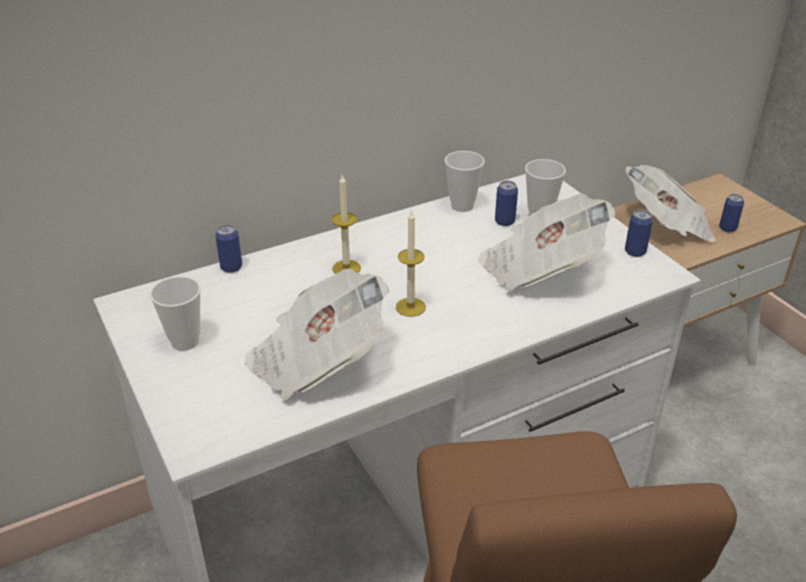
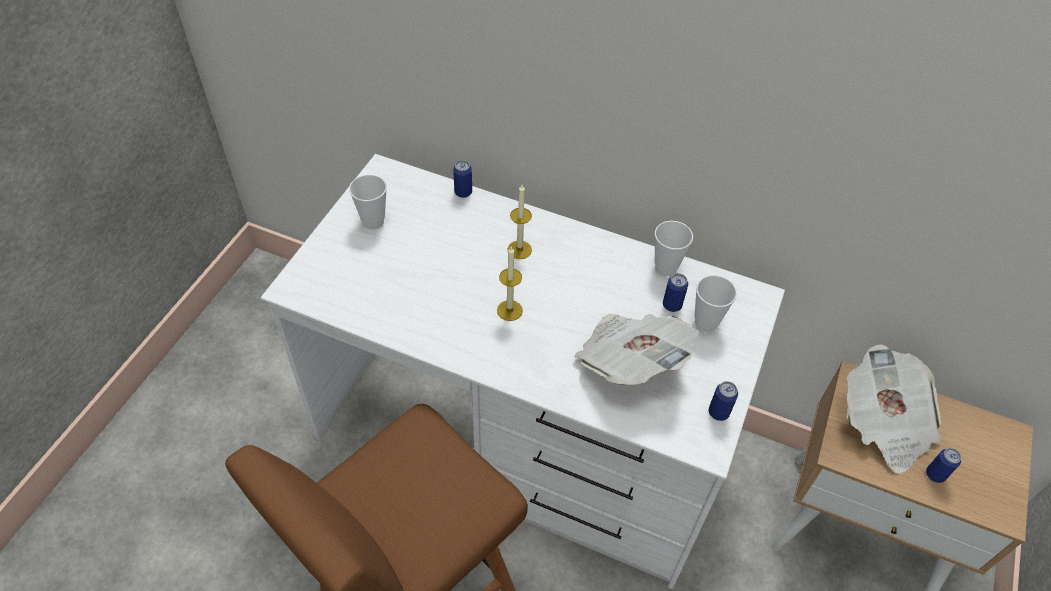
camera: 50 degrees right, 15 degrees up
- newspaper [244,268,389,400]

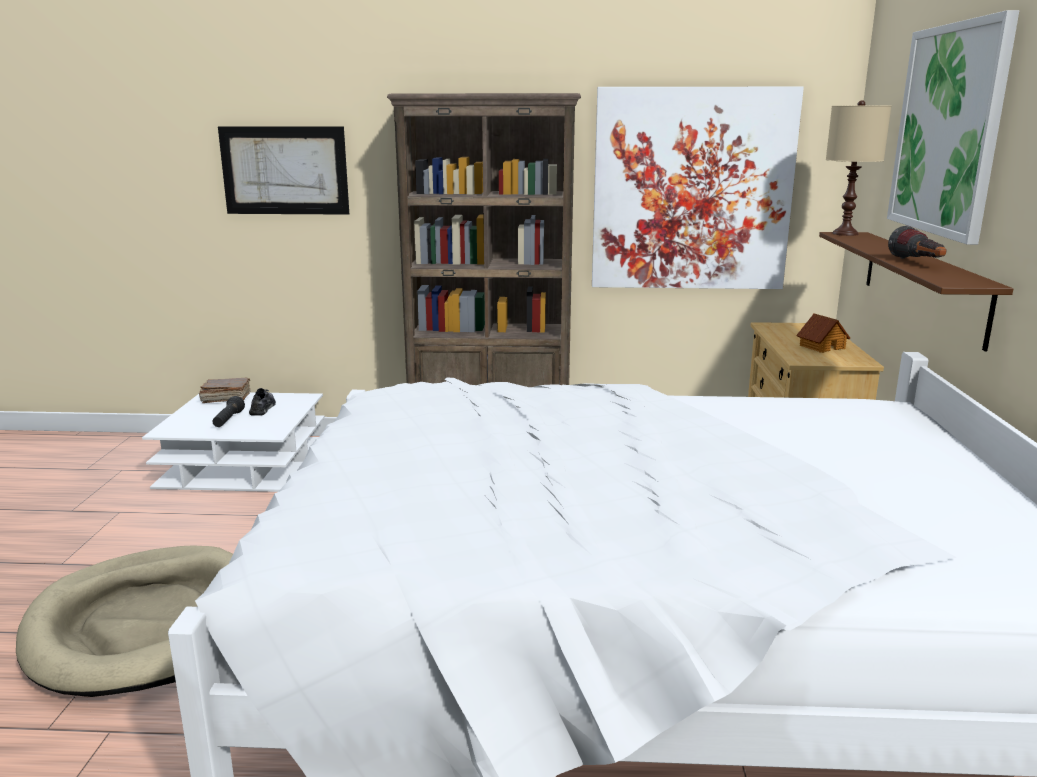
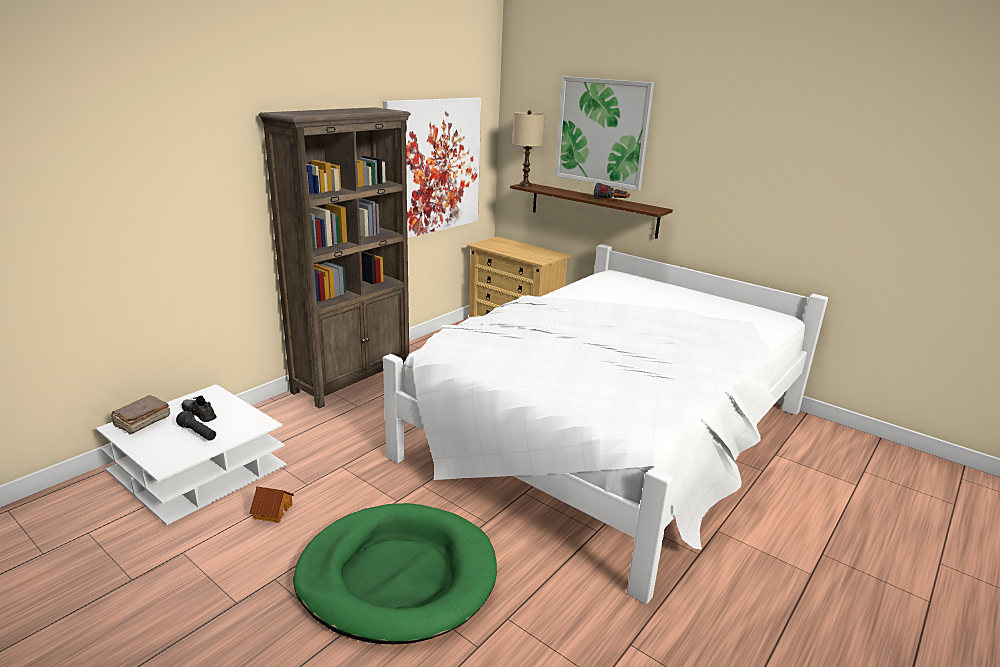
camera: 55 degrees left, 5 degrees up
~ toy house [796,313,850,353] to [249,486,294,523]
~ beige dog bed [16,546,233,697] to green dog bed [293,503,497,644]
- picture [218,126,349,215]

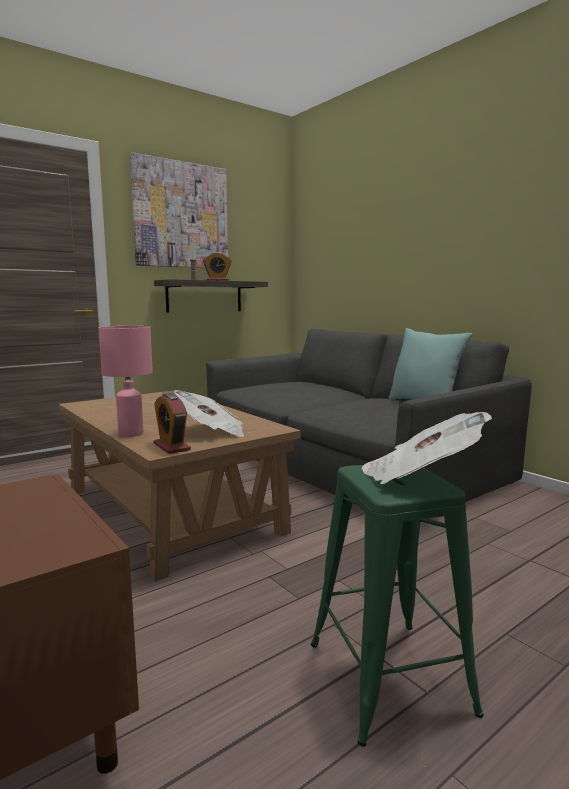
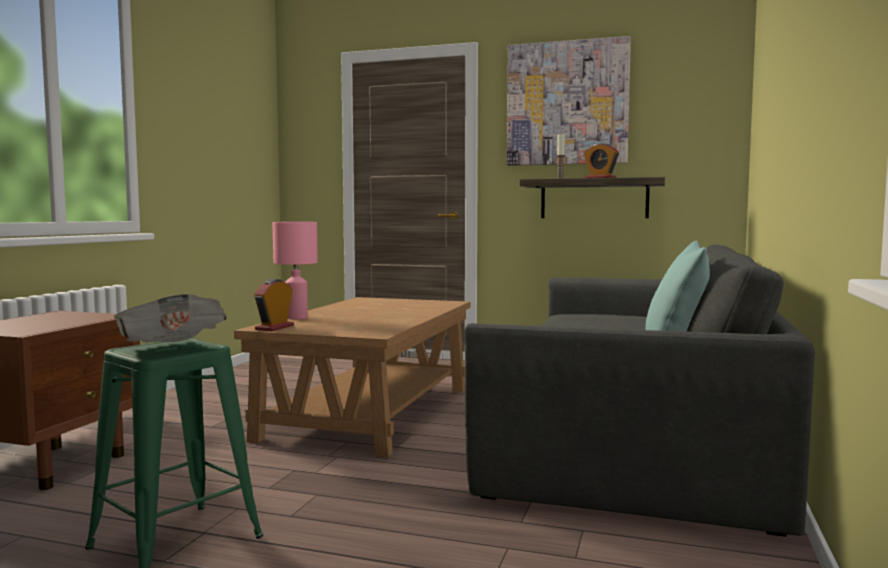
camera: 55 degrees right, 5 degrees down
- newspaper [174,390,244,437]

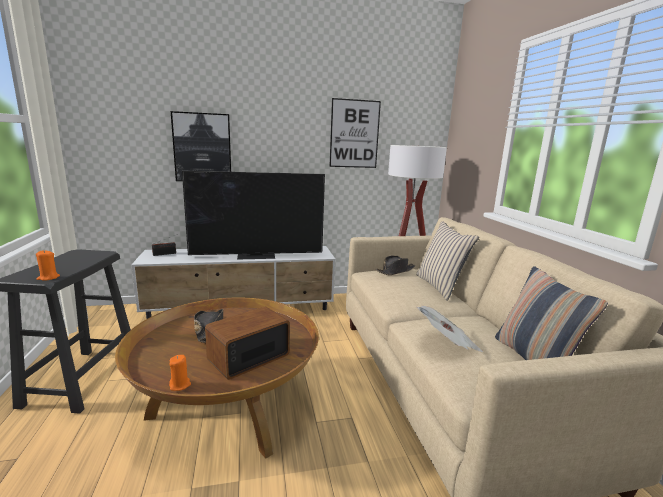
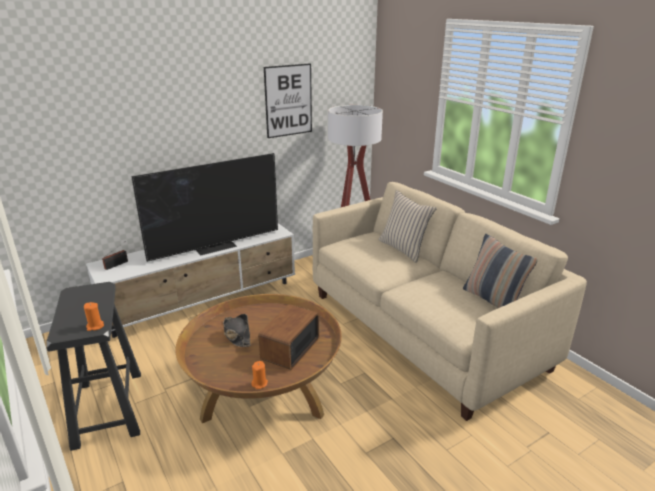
camera: 20 degrees left, 10 degrees up
- picture [171,111,231,181]
- black hat [376,255,415,275]
- newspaper [416,306,483,352]

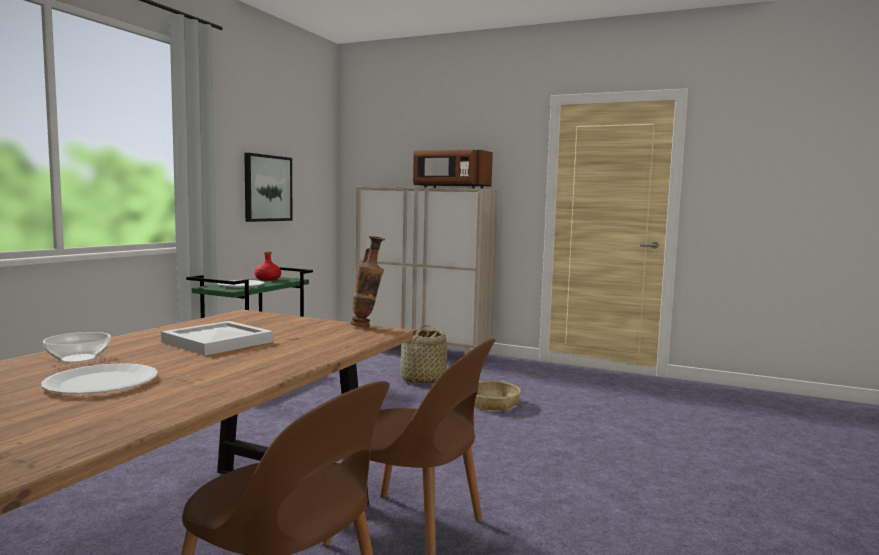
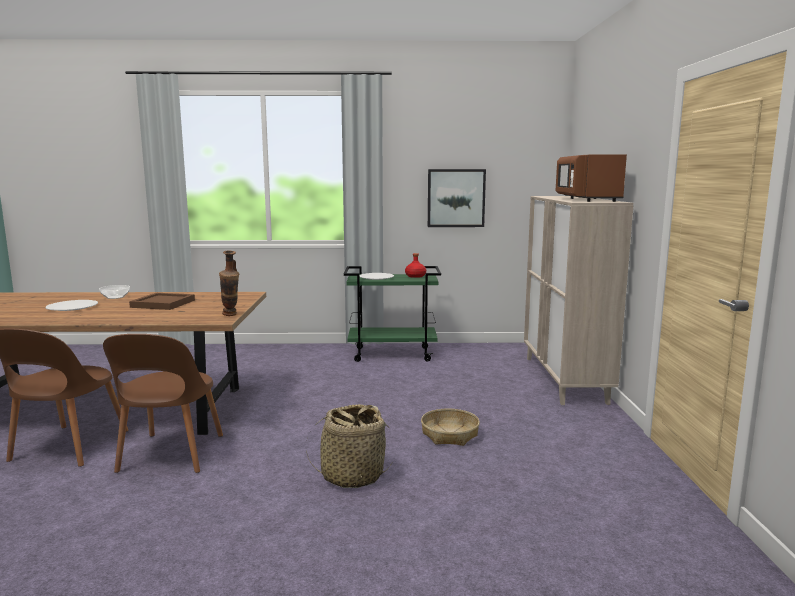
camera: 65 degrees right, 5 degrees up
~ white tray [161,321,273,356] to brown tray [129,293,195,310]
~ basket [401,325,447,384] to [306,404,393,488]

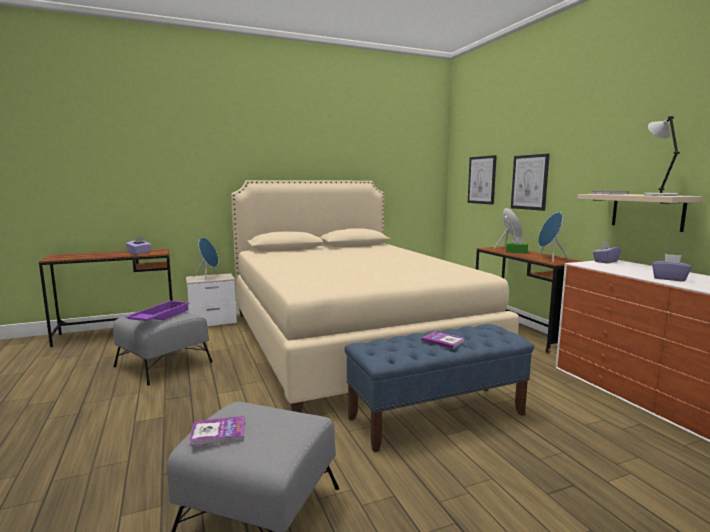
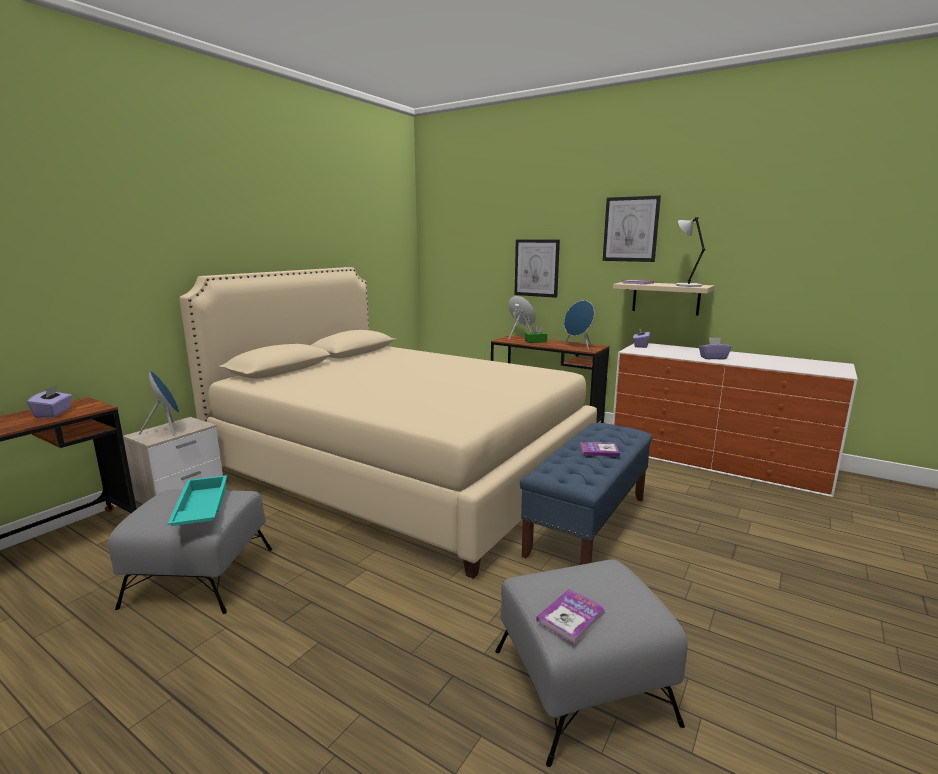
camera: 35 degrees left, 5 degrees up
~ purple tray [125,301,190,321] to turquoise tray [167,475,227,526]
~ picture [468,155,497,205] to [603,195,661,262]

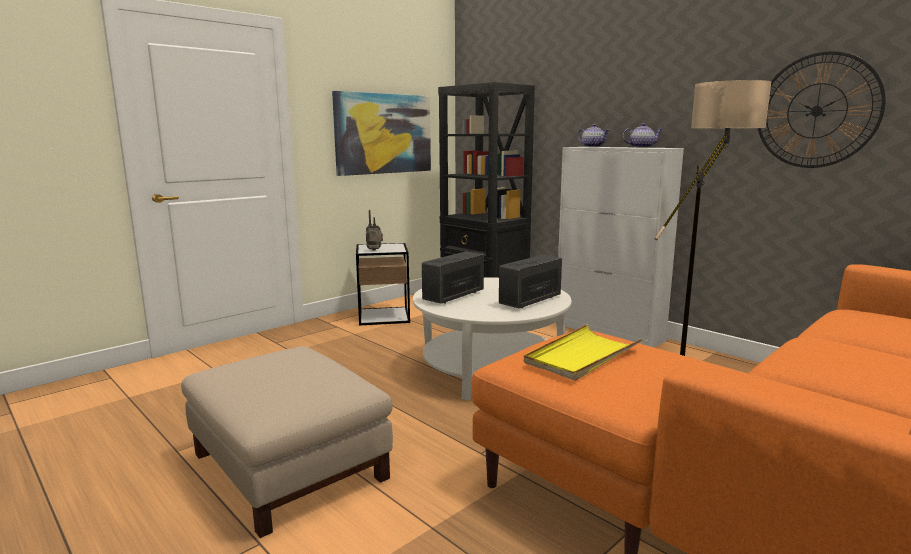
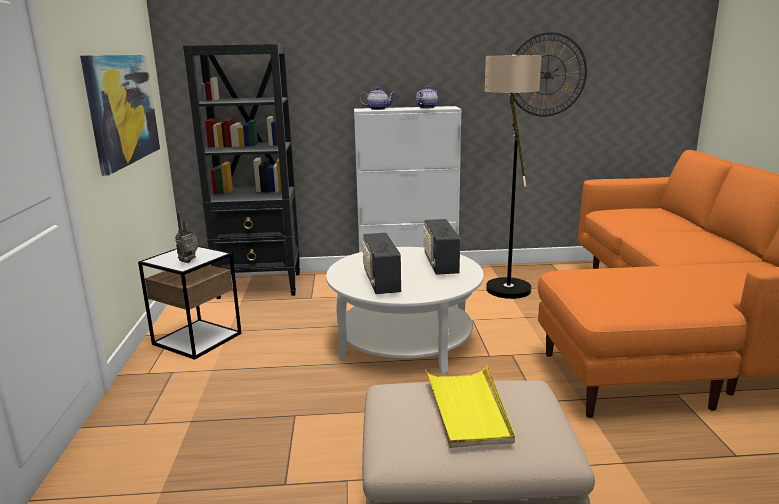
camera: 50 degrees left, 5 degrees up
~ yellow tray [524,324,642,381] to [425,365,515,448]

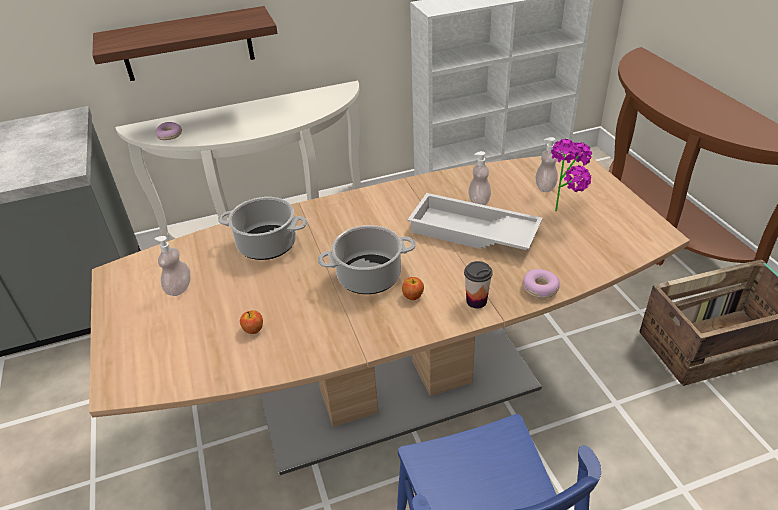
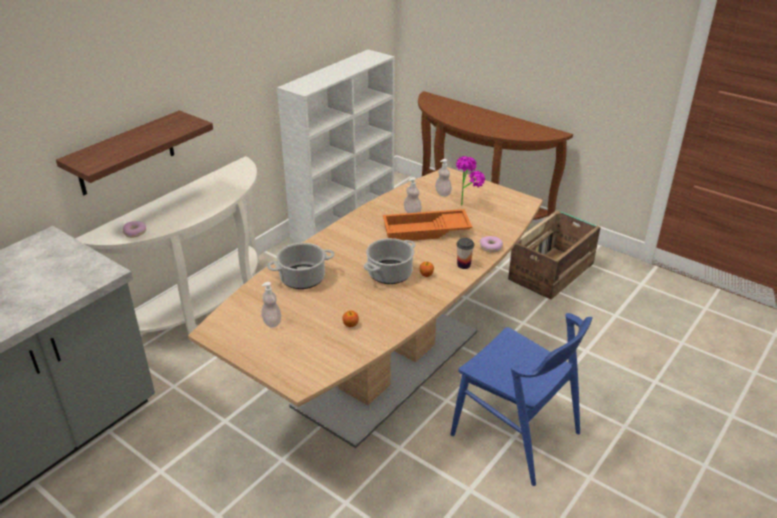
camera: 35 degrees left, 5 degrees down
~ white tray [407,193,543,250] to orange tray [383,209,472,241]

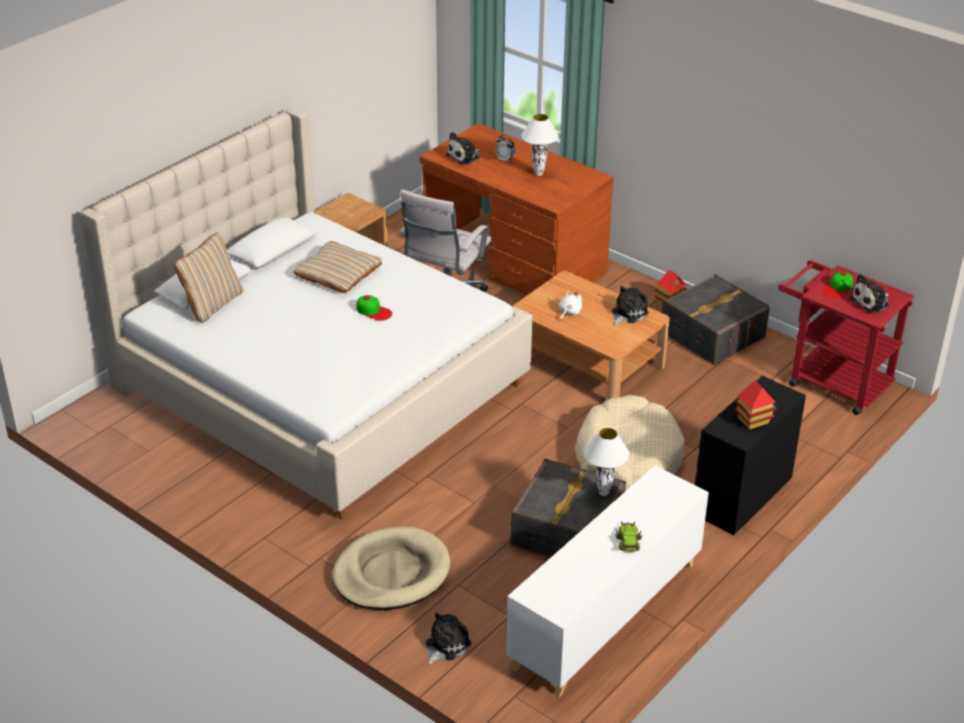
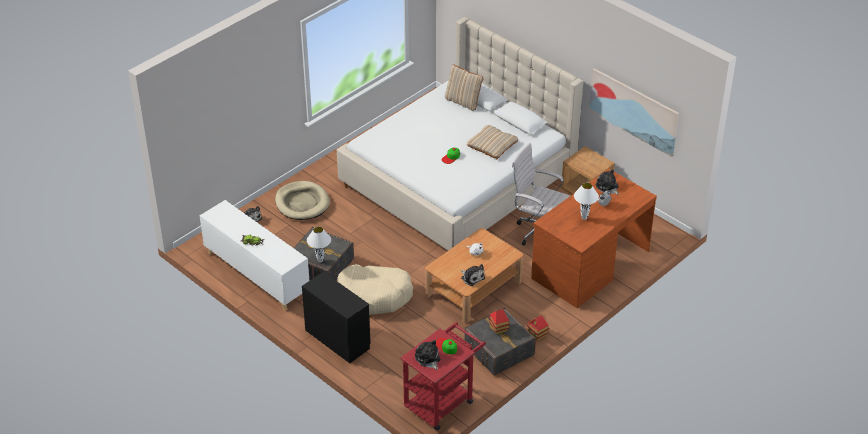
camera: 95 degrees right, 5 degrees up
~ toy house [735,380,776,429] to [489,309,510,334]
+ picture [589,68,679,157]

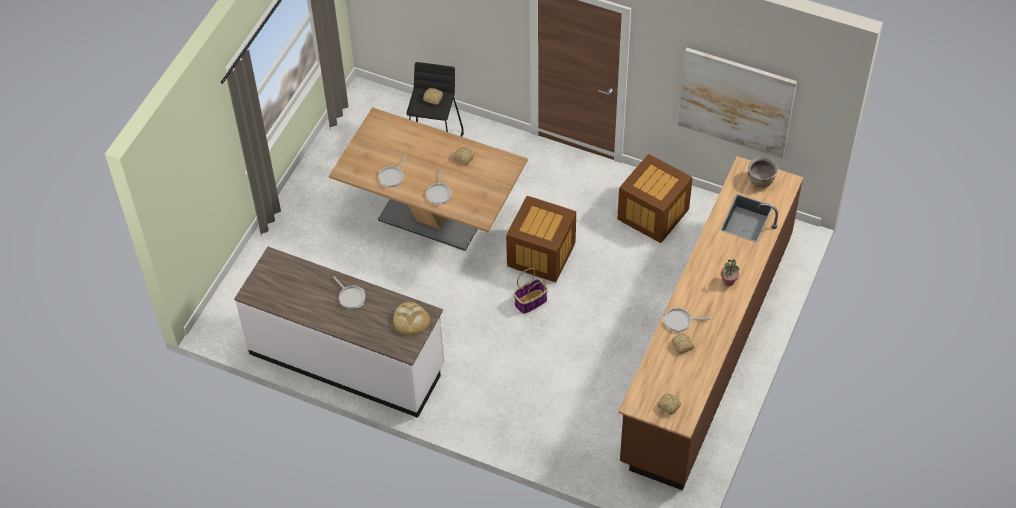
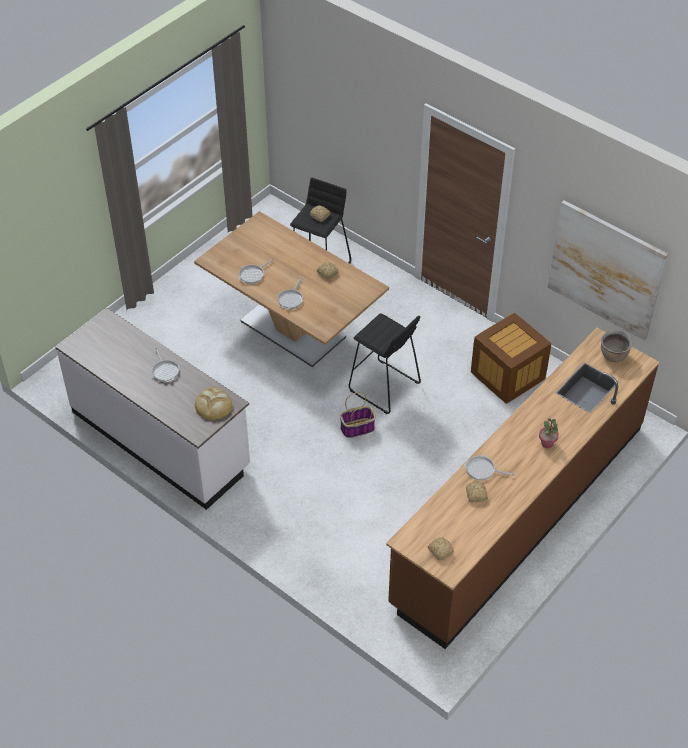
camera: 15 degrees right, 5 degrees down
~ crate [506,196,576,282] to black stool [349,313,421,414]

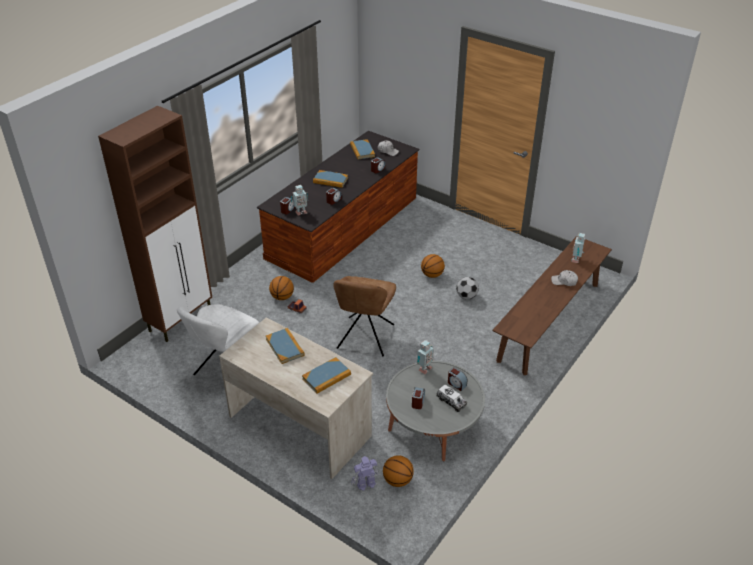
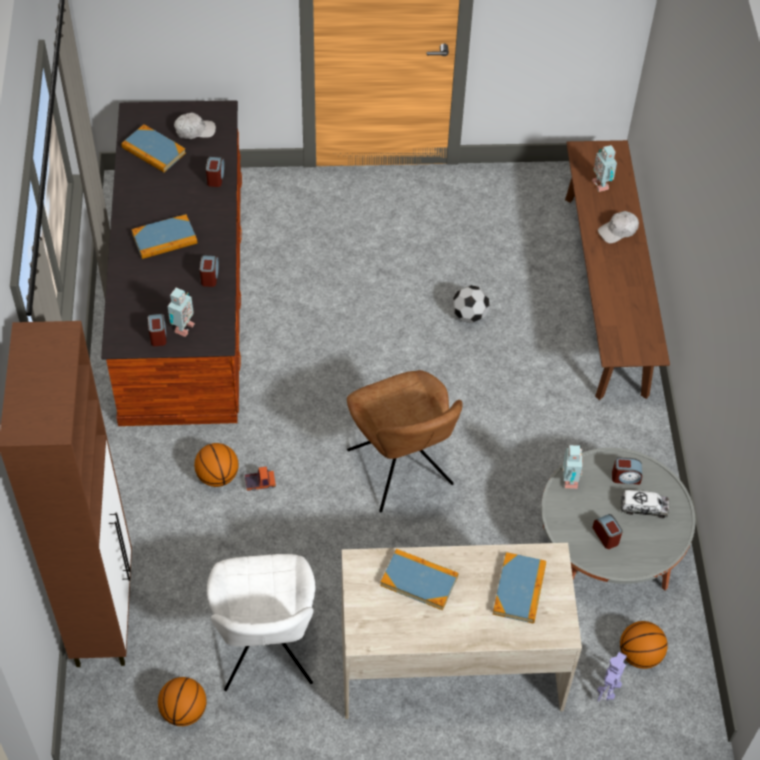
camera: 40 degrees left, 15 degrees up
~ basketball [421,254,445,278] to [158,677,207,726]

